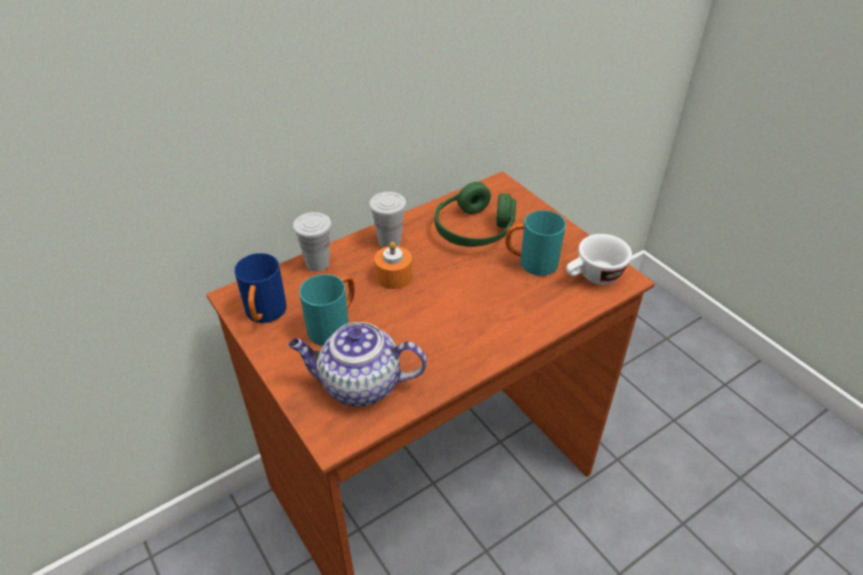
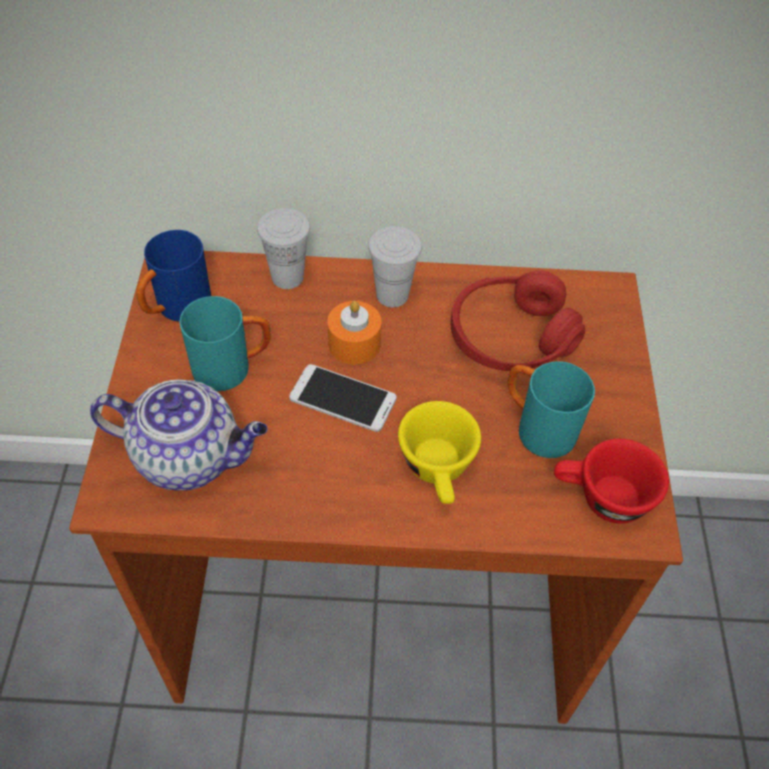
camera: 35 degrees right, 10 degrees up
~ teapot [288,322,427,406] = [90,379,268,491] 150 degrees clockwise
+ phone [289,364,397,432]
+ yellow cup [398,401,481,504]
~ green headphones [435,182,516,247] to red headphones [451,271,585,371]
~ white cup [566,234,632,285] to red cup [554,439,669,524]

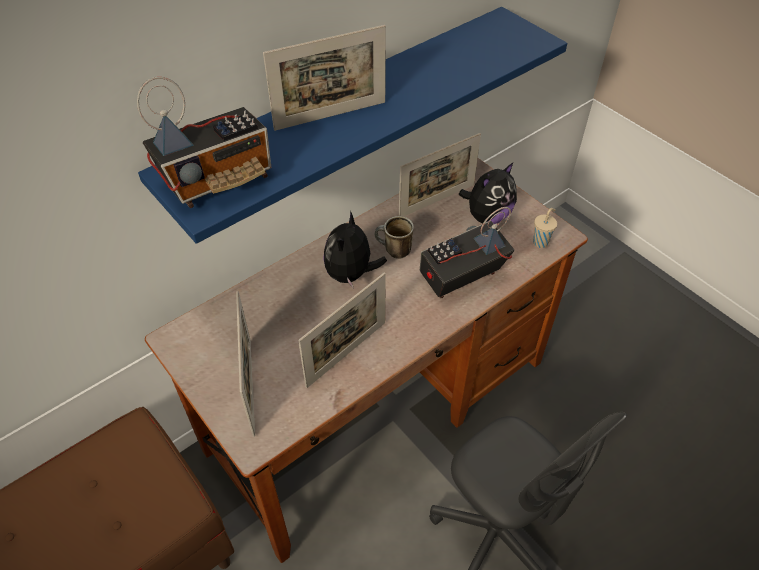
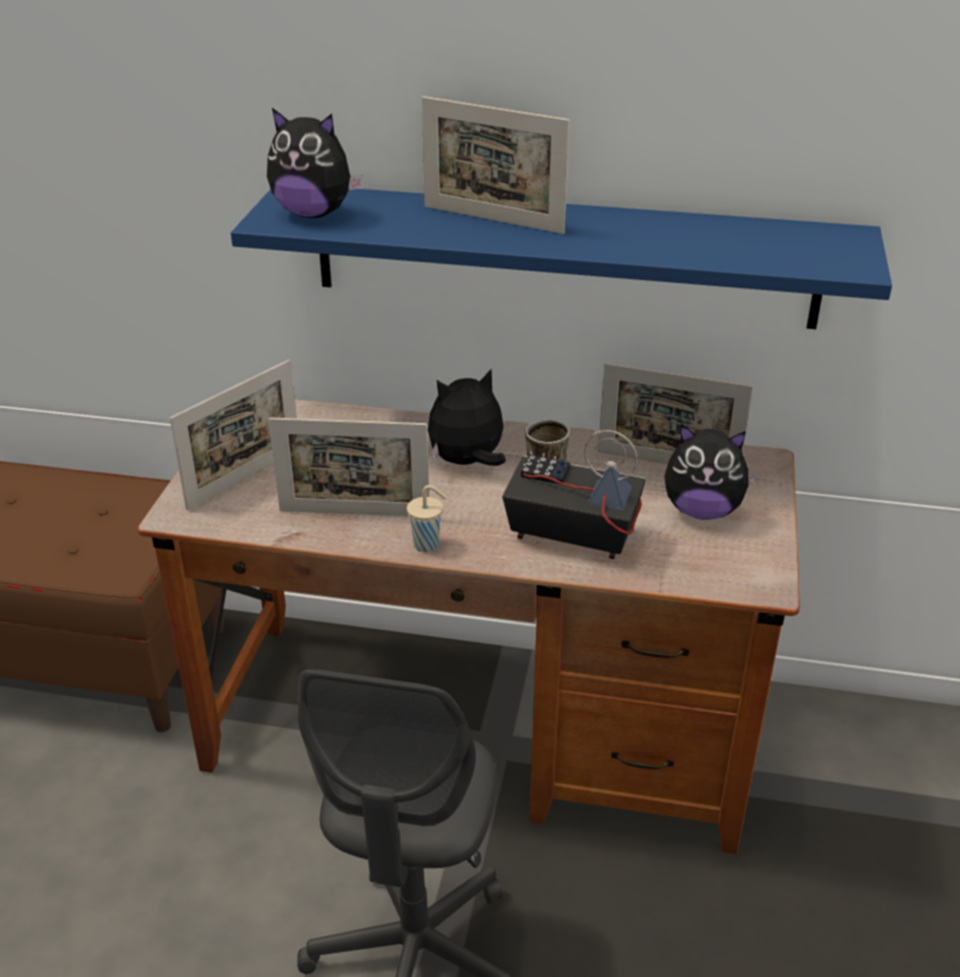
camera: 50 degrees right, 15 degrees down
~ radio [137,76,271,208] to plush toy [267,108,364,218]
~ beige cup [533,208,557,248] to [407,485,447,552]

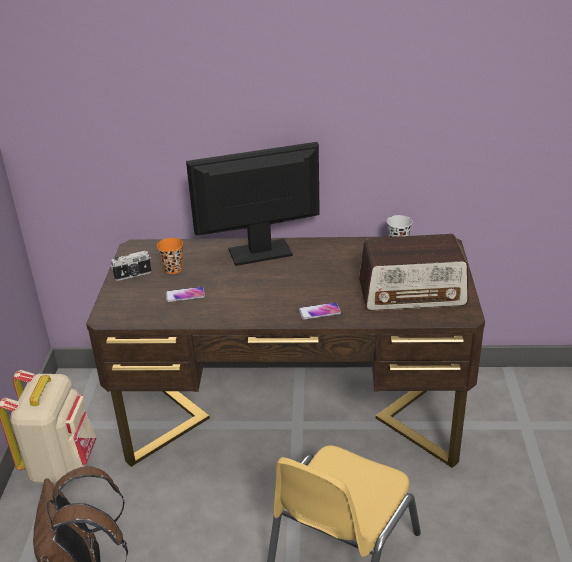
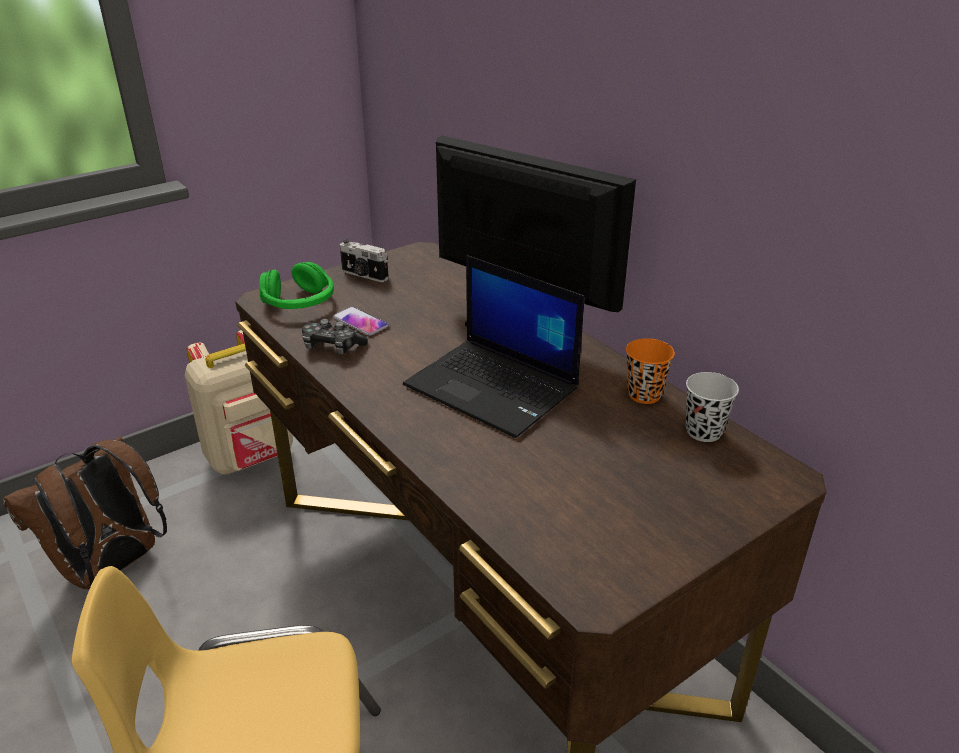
camera: 50 degrees right, 0 degrees up
+ green headphones [259,262,334,309]
+ game controller [302,319,368,354]
+ laptop [403,255,585,438]
~ orange cup [157,238,183,274] to [626,338,675,404]
- phone [299,302,341,319]
- radio [359,234,469,311]

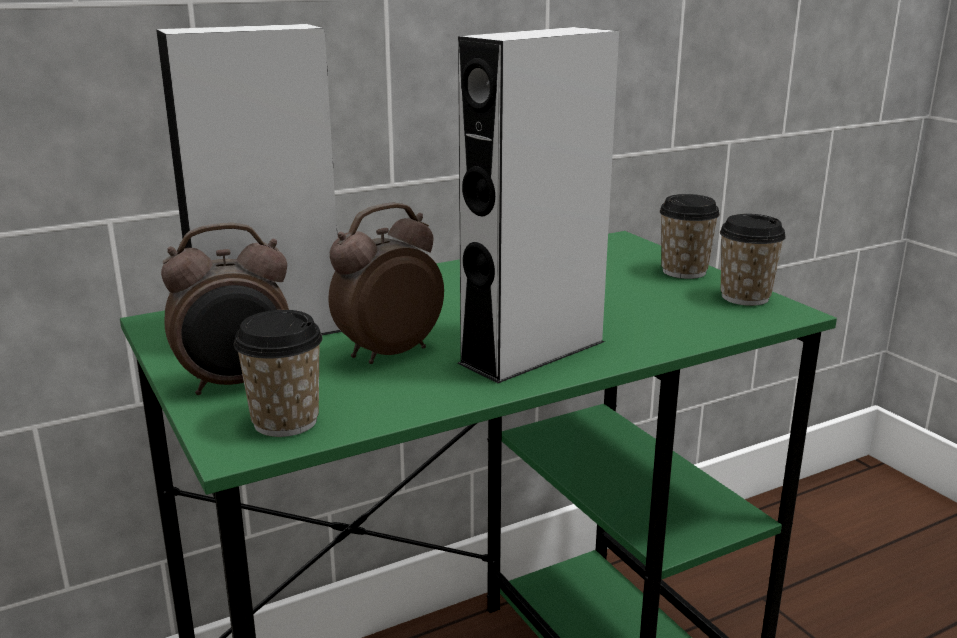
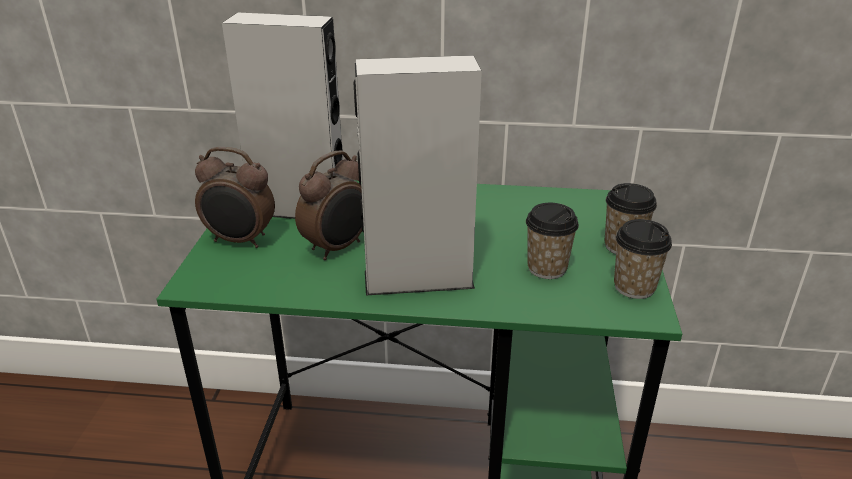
camera: 35 degrees right, 10 degrees up
~ alarm clock [329,202,444,364] = [295,150,364,260] 135 degrees clockwise
~ cup [234,310,323,437] to [526,203,579,279]

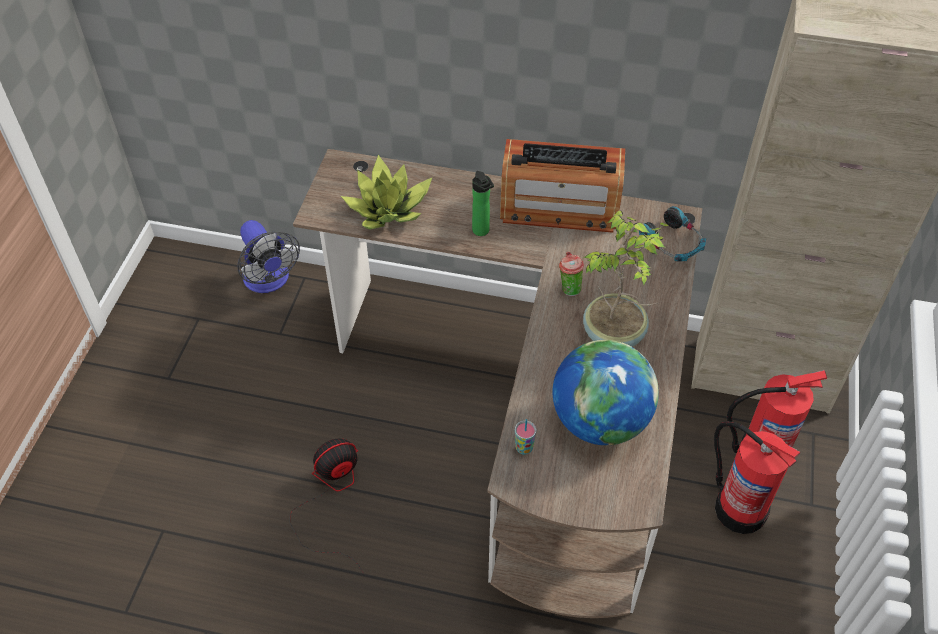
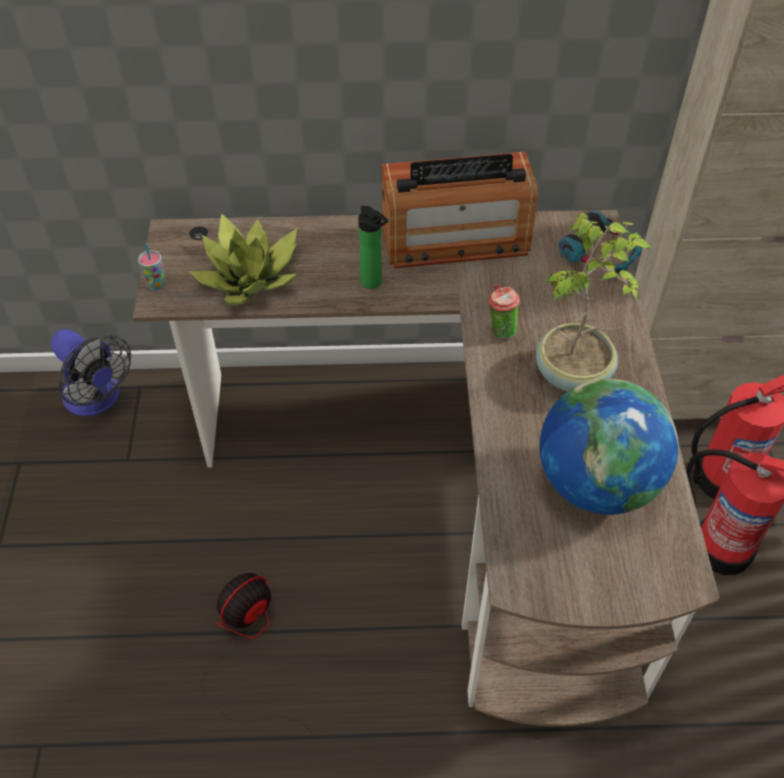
camera: 15 degrees left, 0 degrees up
~ cup [515,419,537,455] to [138,244,165,290]

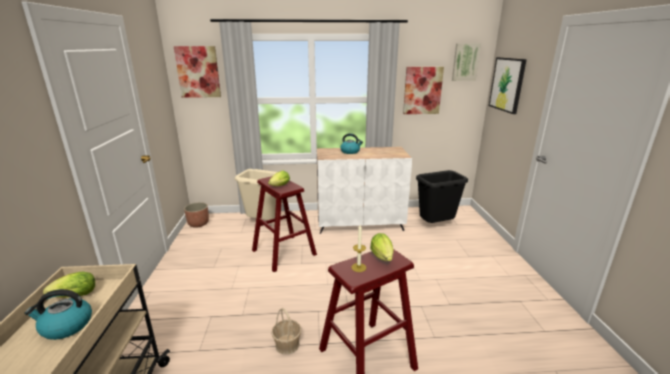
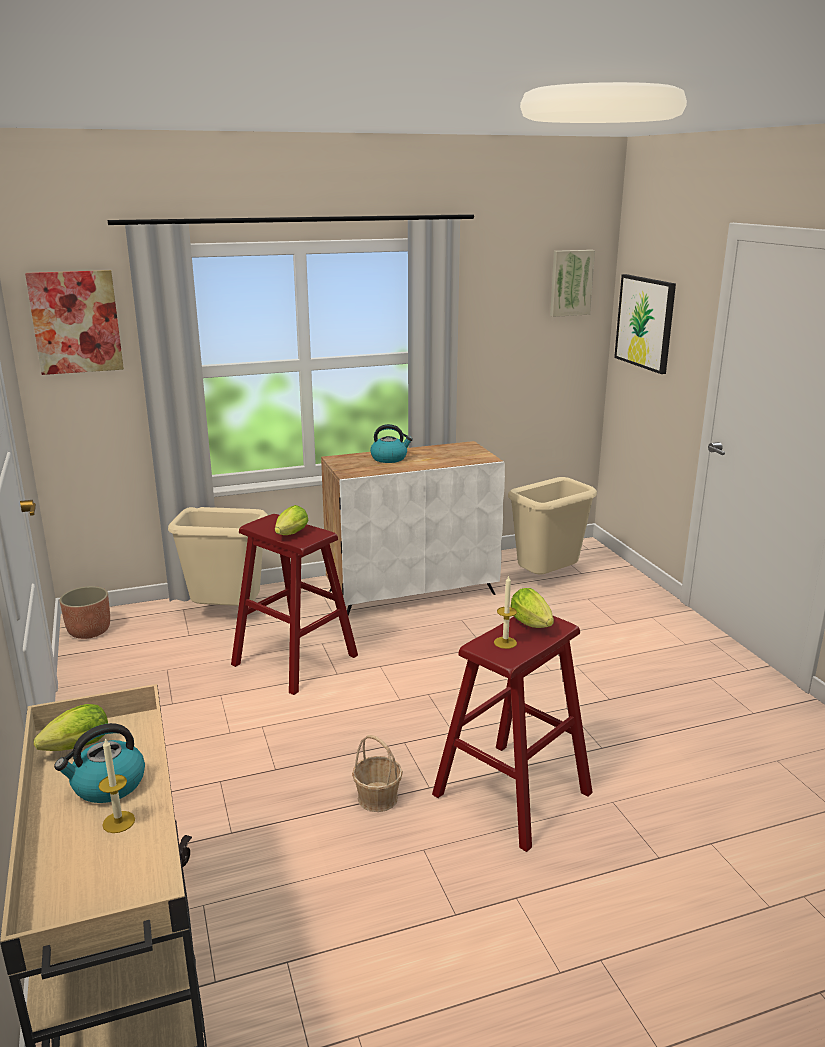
camera: 15 degrees left, 0 degrees up
+ candle [98,738,135,833]
~ black trash can [416,170,468,223] to beige trash can [508,477,597,574]
- picture [403,67,444,114]

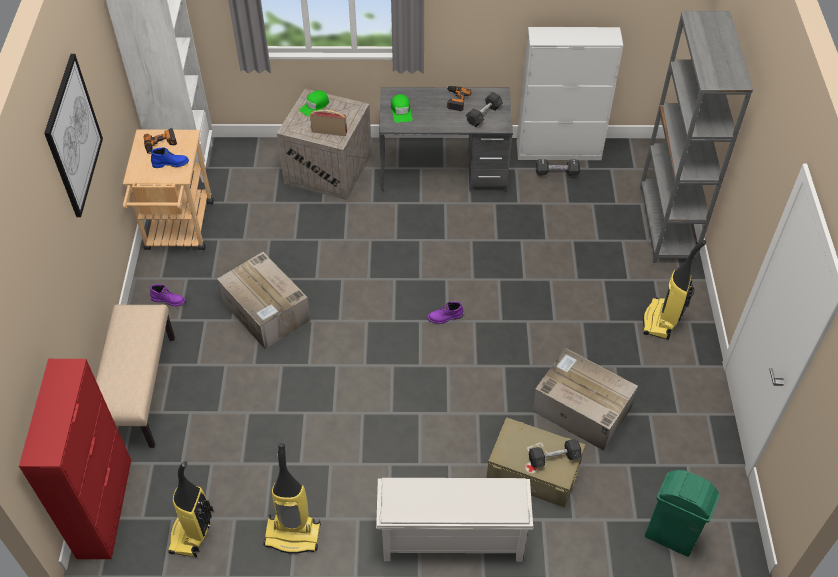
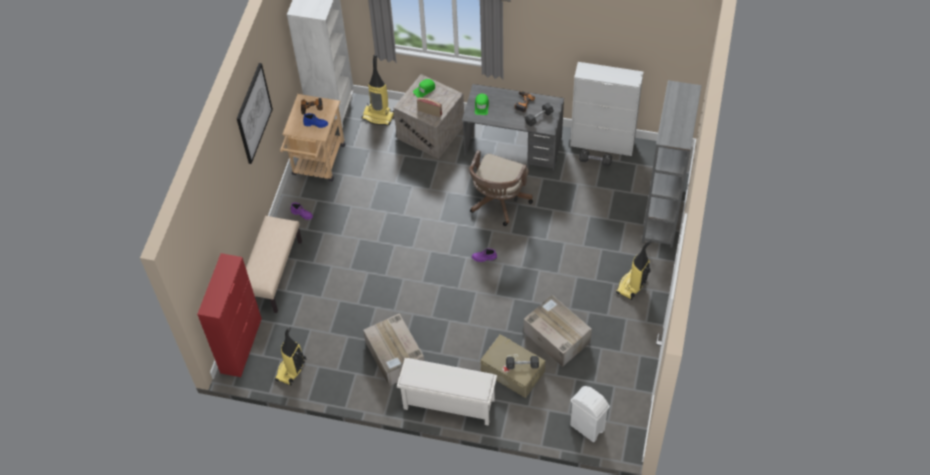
camera: 15 degrees right, 5 degrees up
~ vacuum cleaner [263,443,321,554] to [362,55,394,126]
~ cardboard box [217,252,311,349] to [363,313,424,386]
+ brown office chair [469,150,533,226]
~ green trash can [645,470,719,557] to white trash can [570,386,610,442]

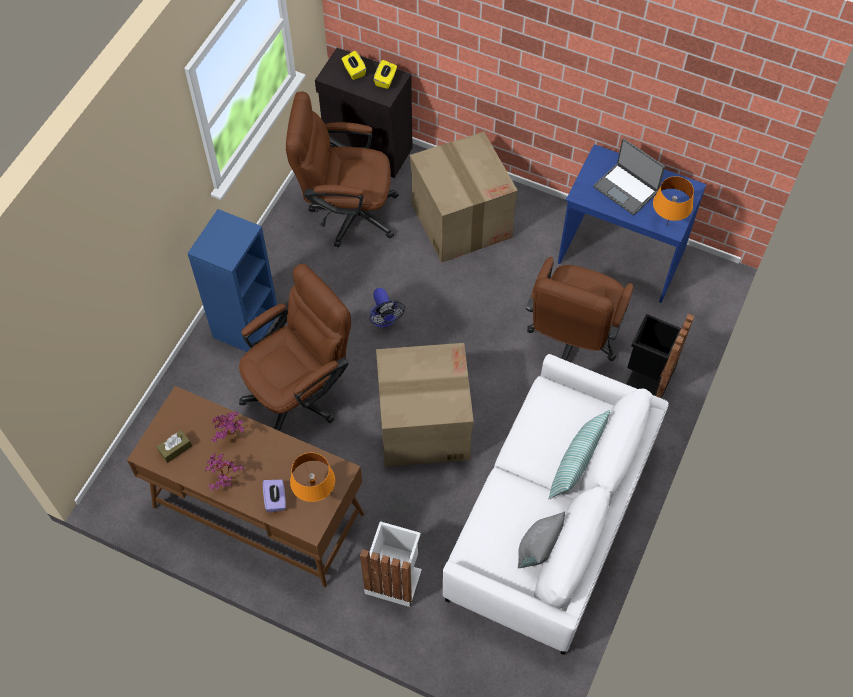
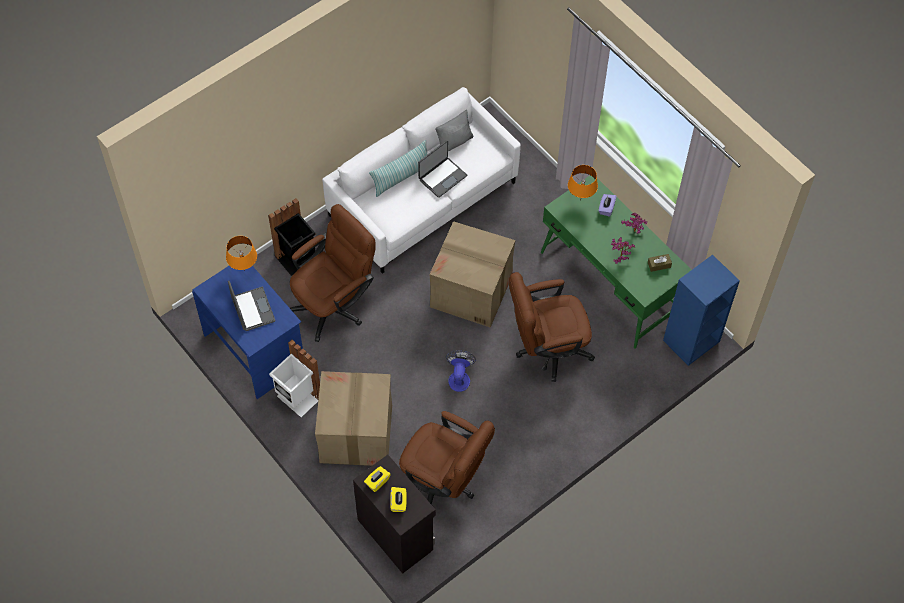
camera: 155 degrees left, 0 degrees up
~ white trash can [360,521,422,607] to [269,340,320,417]
+ laptop [418,140,467,198]
~ brown desk [127,386,364,587] to green desk [541,175,691,349]
~ blue bookcase [187,209,277,352] to [663,255,740,366]

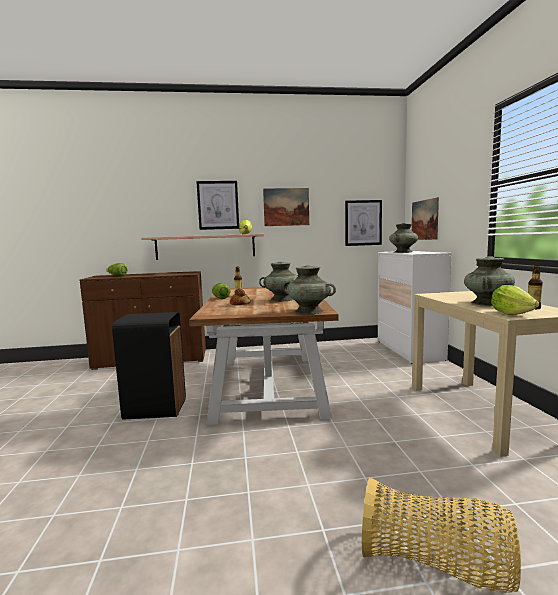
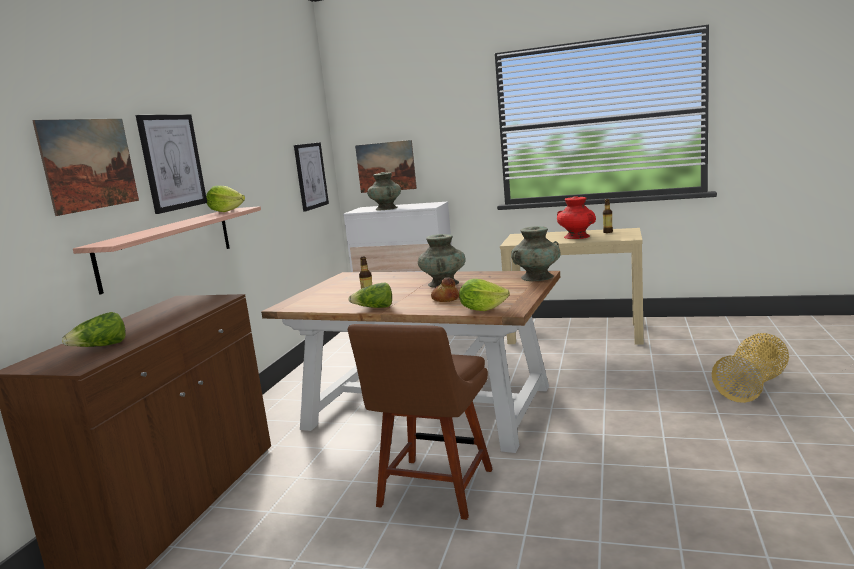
camera: 65 degrees left, 5 degrees up
~ picture [263,188,309,226] to [32,119,139,216]
~ black trash can [112,312,186,420] to brown chair [348,324,493,520]
~ lettuce [491,285,539,315] to [459,279,510,311]
~ turquoise vase [464,256,515,306] to red vase [557,196,596,239]

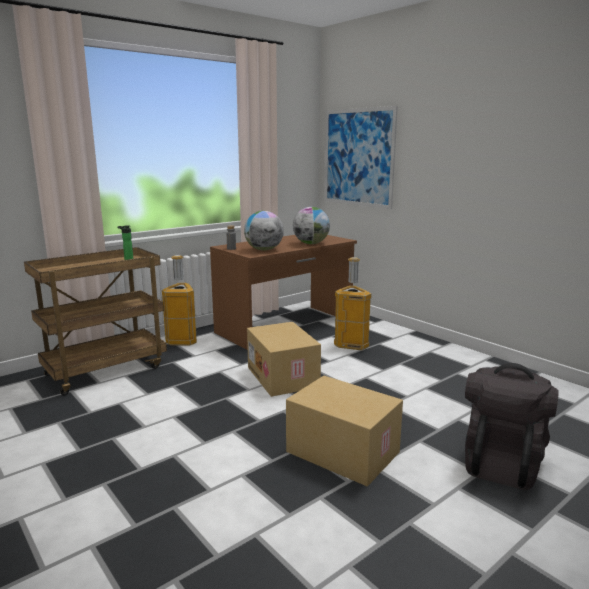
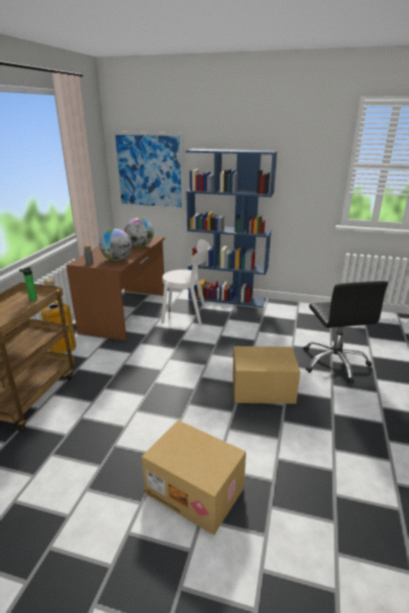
camera: 35 degrees left, 10 degrees up
~ cardboard box [247,322,321,397] to [142,420,246,535]
~ trash can [334,257,372,350] to white chair [161,239,209,326]
+ blue bookcase [186,149,277,308]
~ black backpack [465,363,559,490] to black office chair [303,281,388,383]

